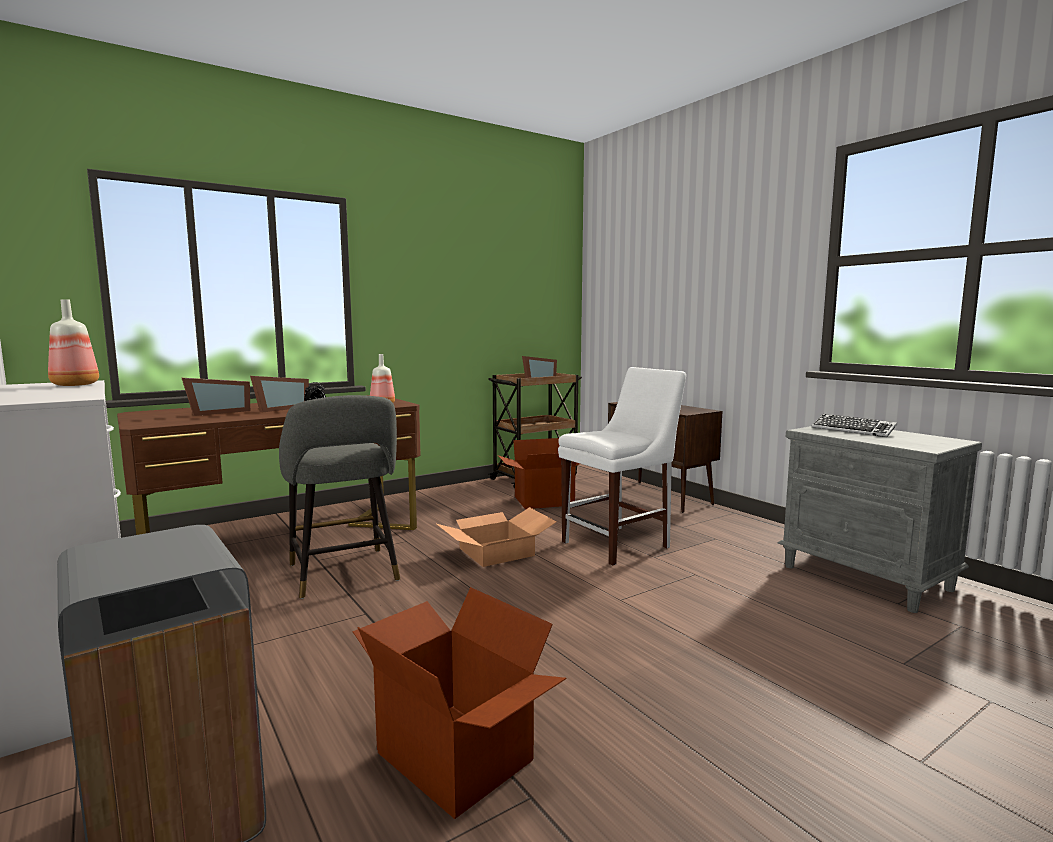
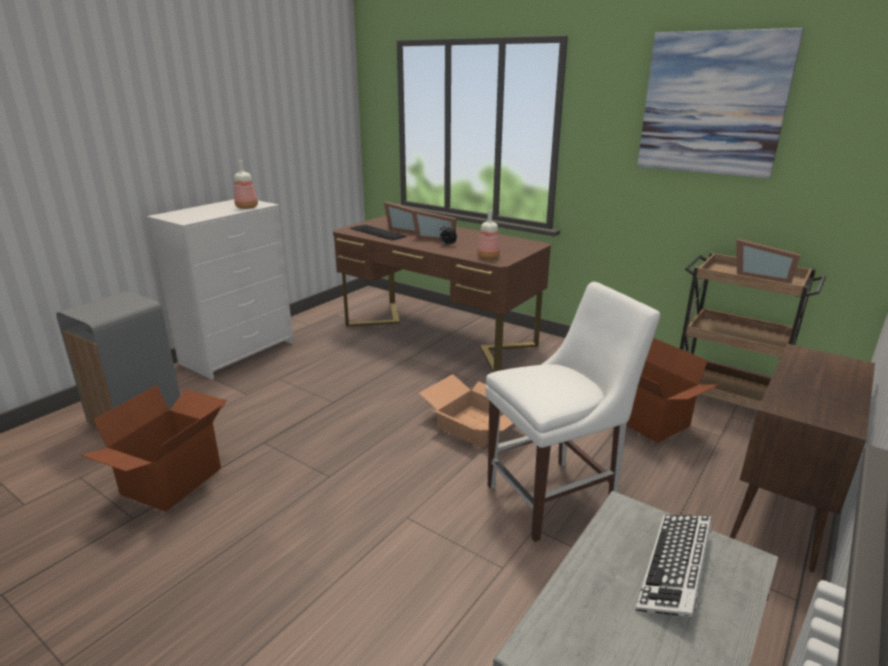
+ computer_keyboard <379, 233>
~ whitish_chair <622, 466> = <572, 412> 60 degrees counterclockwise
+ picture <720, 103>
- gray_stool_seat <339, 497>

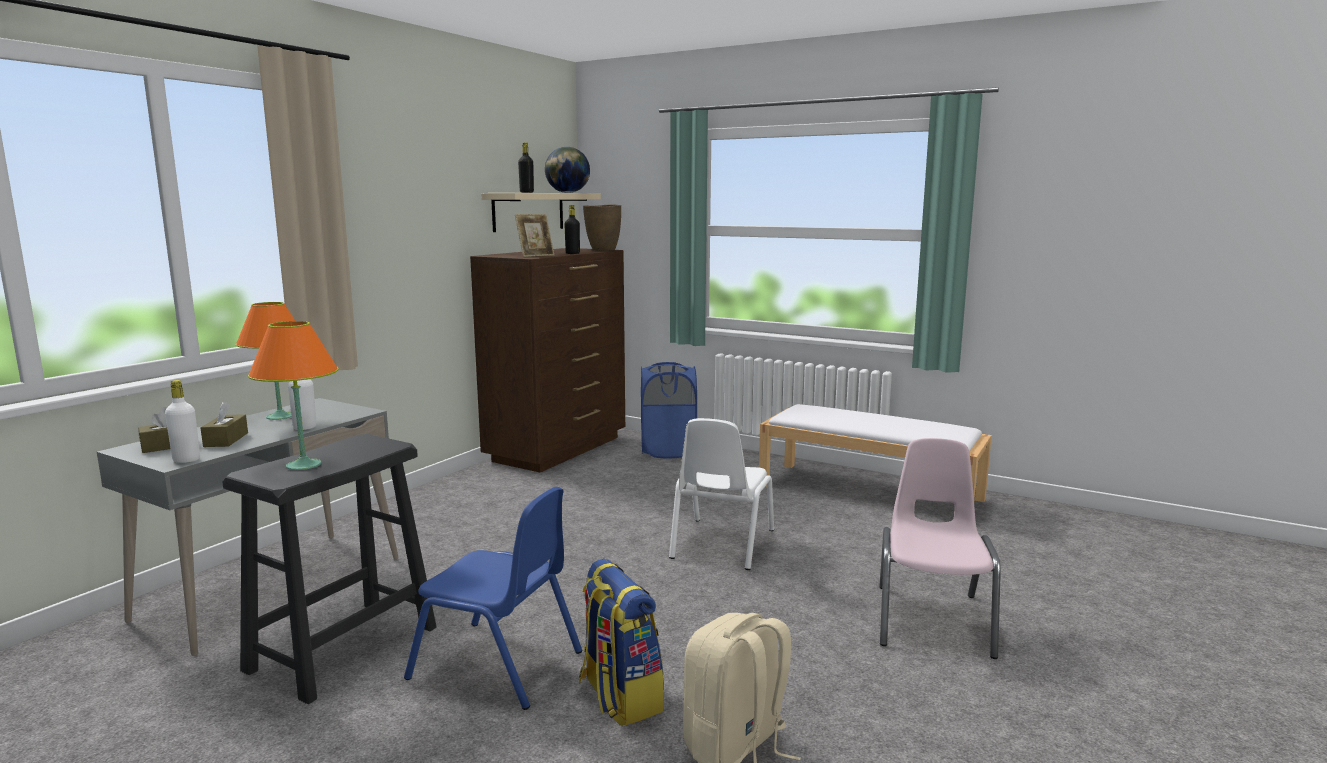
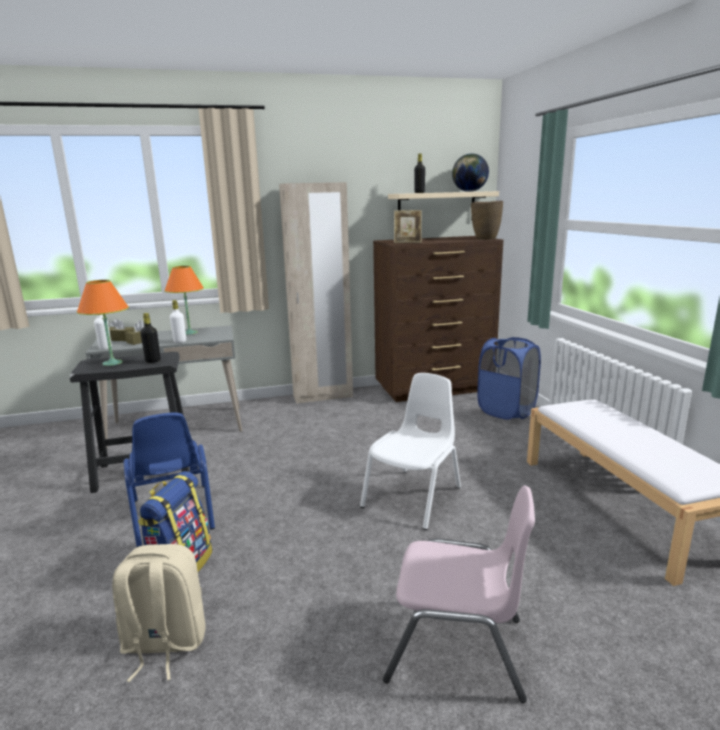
~ blackish_beverage_bottle <572, 229> to <150, 338>
+ beige-coloured_armoire <316, 293>
~ whitish_chair <721, 494> = <410, 451> 150 degrees clockwise
~ pink_chair <940, 548> = <459, 594> 45 degrees clockwise

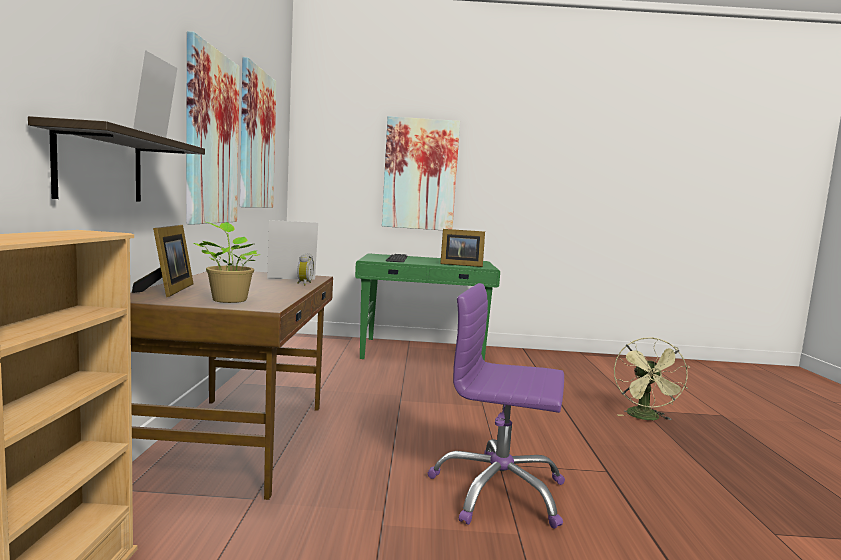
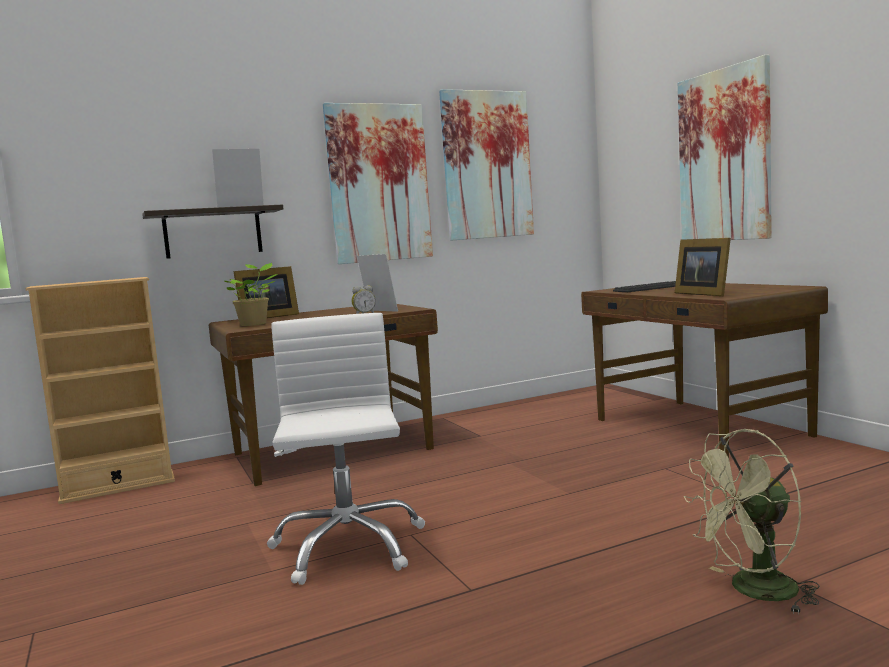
~ purple-coloured_office_chair <496, 406> to whitish_office_chair <346, 449>
~ greenish_desk_unit <427, 307> to brownish_desk_unit <704, 369>

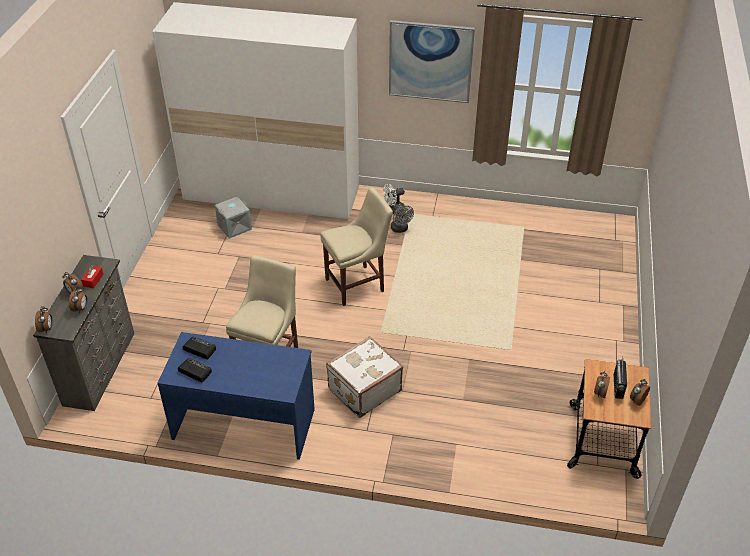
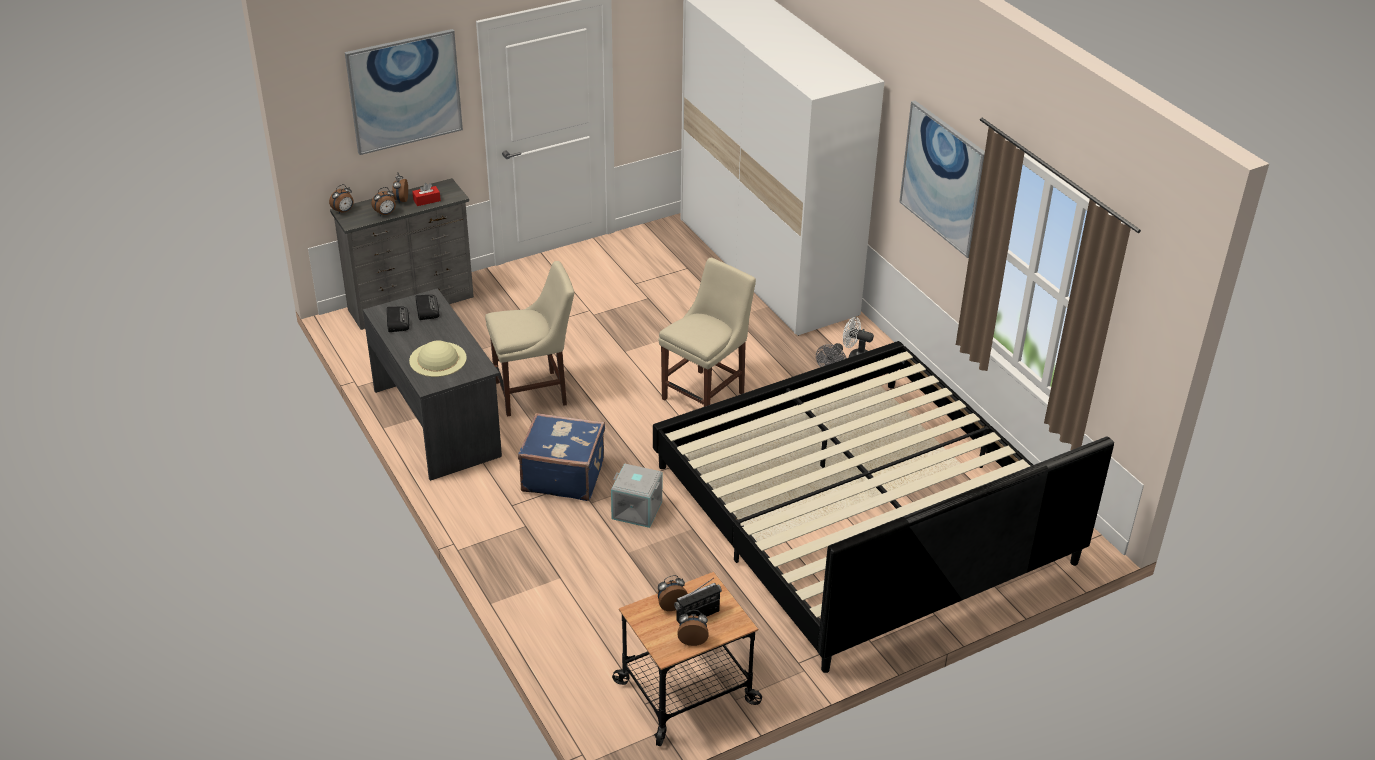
+ picture <404, 92>
~ bluish_desk_unit <236, 396> to gray_desk_unit <432, 384>
+ beige-coloured_wearable_hat <438, 358>
~ whitish_travel_case <364, 377> to bluish_travel_case <561, 457>
~ gray_storage_box <233, 217> to <636, 496>
+ bedroom_bed <883, 507>
~ beige-coloured_chair <356, 246> = <707, 332> 75 degrees counterclockwise

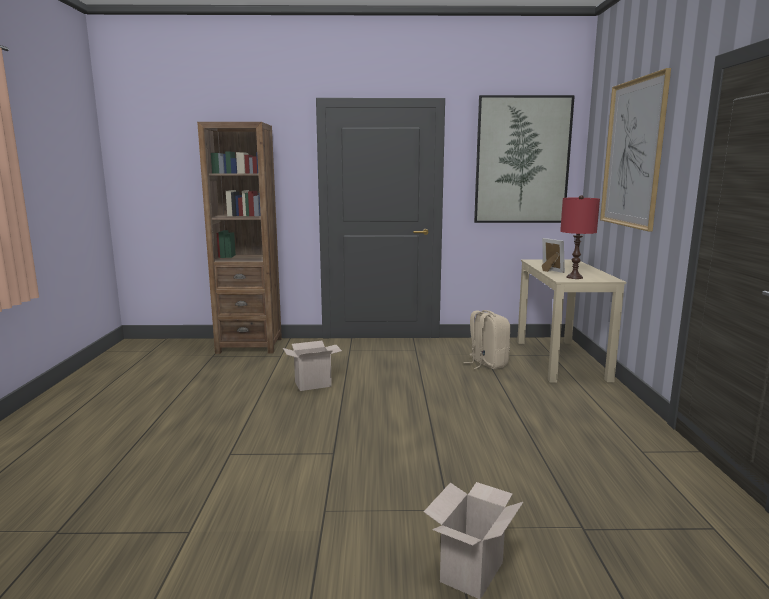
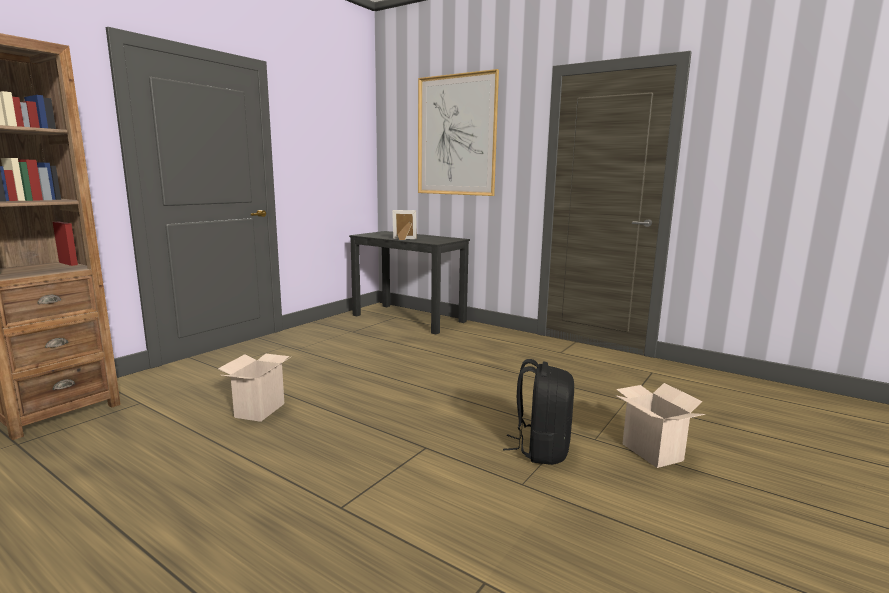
~ beige-coloured_desk_unit <571, 321> to blackish_desk_unit <409, 282>
+ blackish_backpack <538, 412>
- beige-coloured_backpack <487, 339>
- picture <524, 159>
- red-coloured_tabletop_lamp <580, 237>

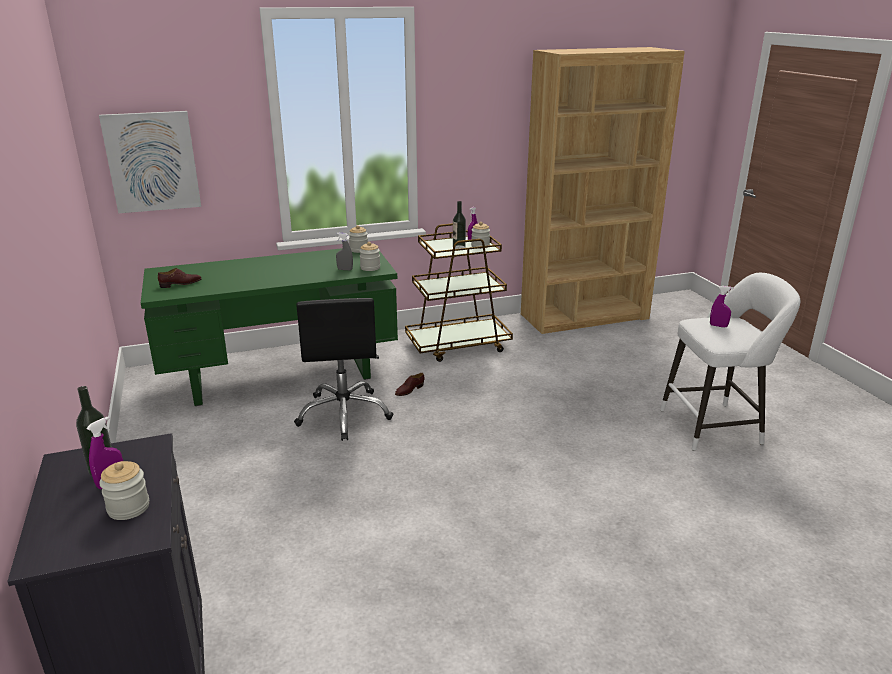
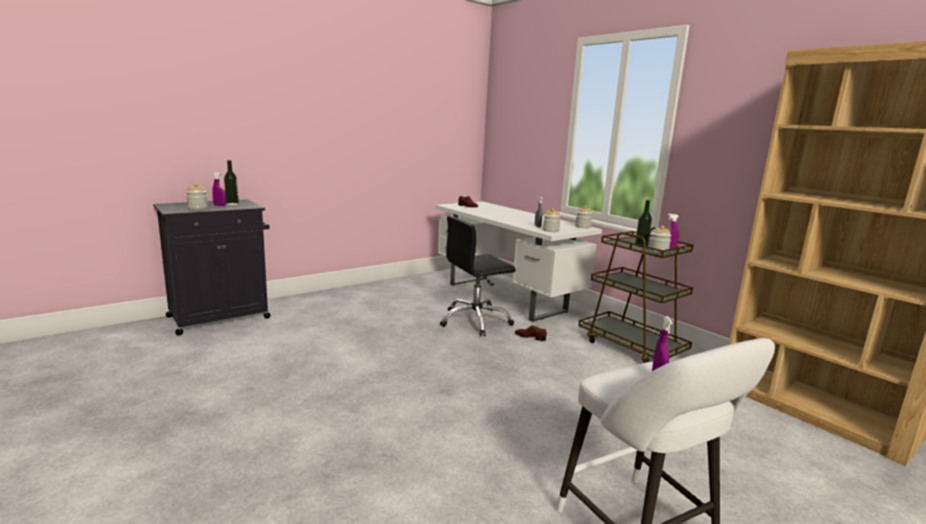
~ greenish_desk_unit <269, 327> to whitish_desk_unit <518, 261>
- picture <150, 162>

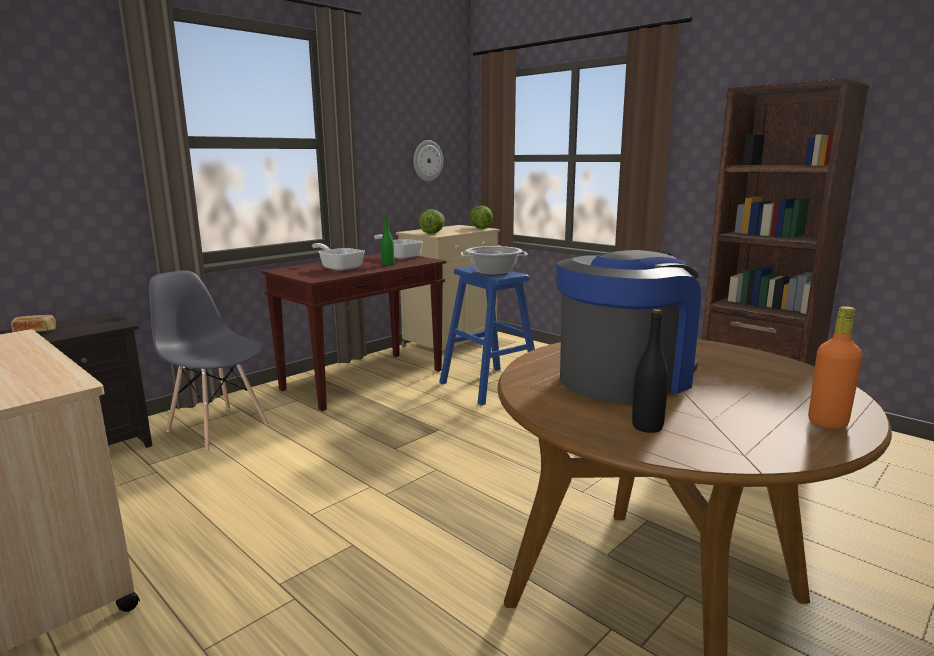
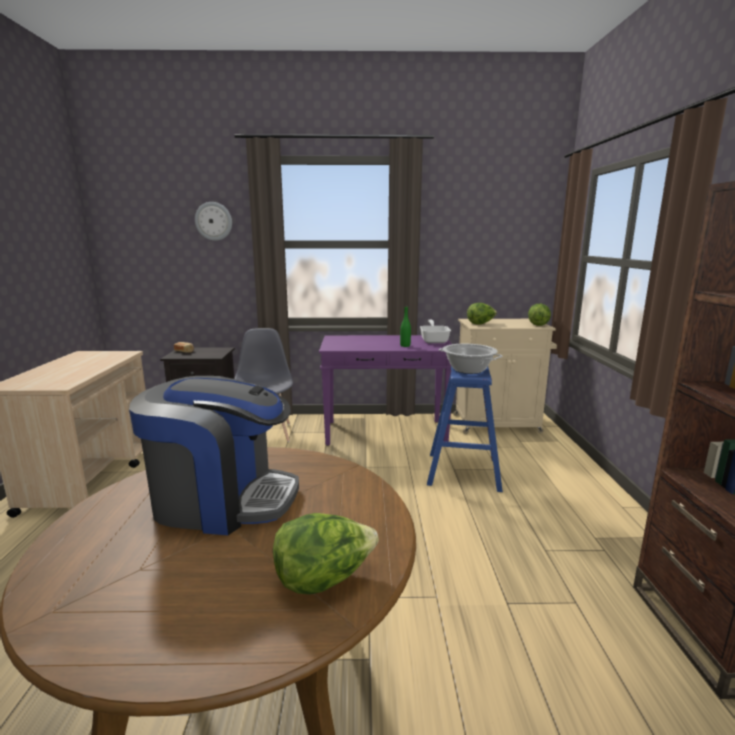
~ clock_on_the_wall <428, 161> to <213, 221>
+ lettuce <326, 554>
~ brownish_hall_table <353, 332> to purple-coloured_hall_table <385, 390>
- pan <338, 257>
- blackish_beverage_bottle <650, 371>
- orangey_beverage_bottle <835, 367>

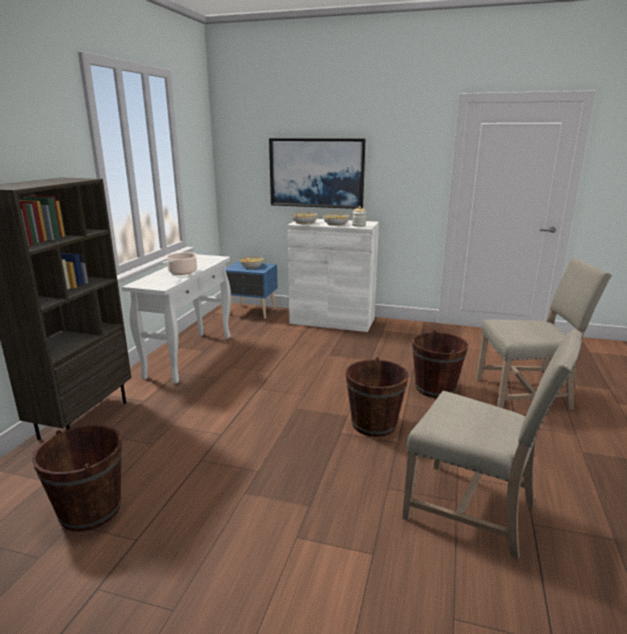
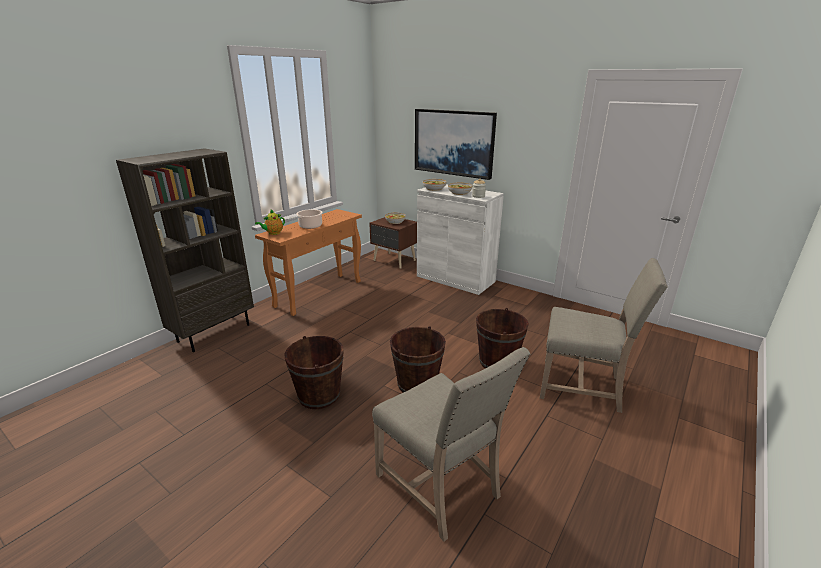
~ whitish_hall_table <176, 319> to orangey_hall_table <308, 262>
+ tea_pot <270, 222>
~ brownish_pail <77, 478> to <314, 372>
~ bluish_night_table <252, 290> to brownish_night_table <393, 243>

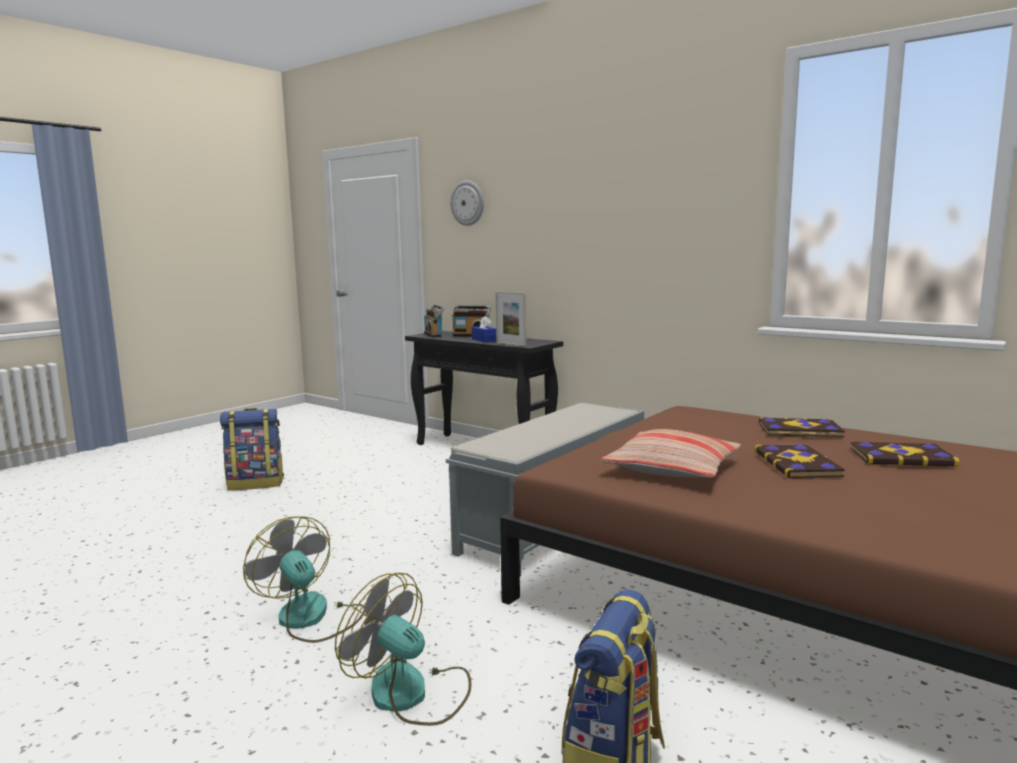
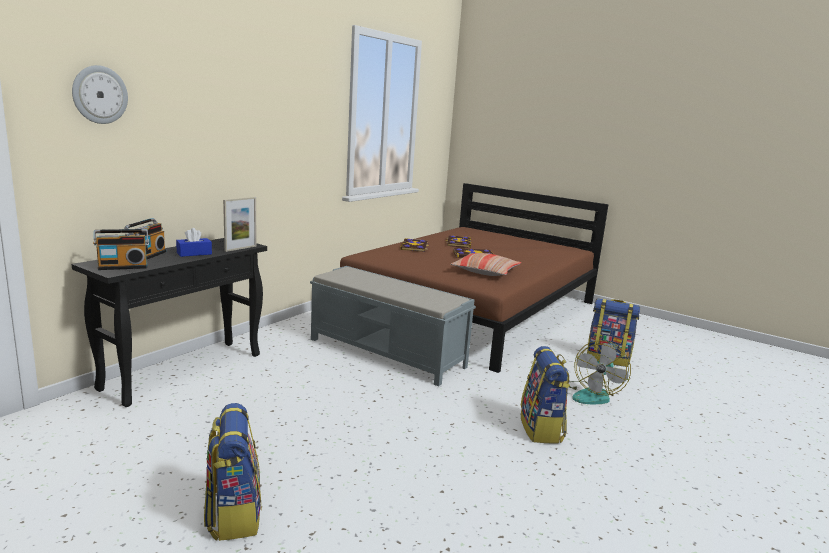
~ electric_fan <304, 579> to backpack <545, 394>

